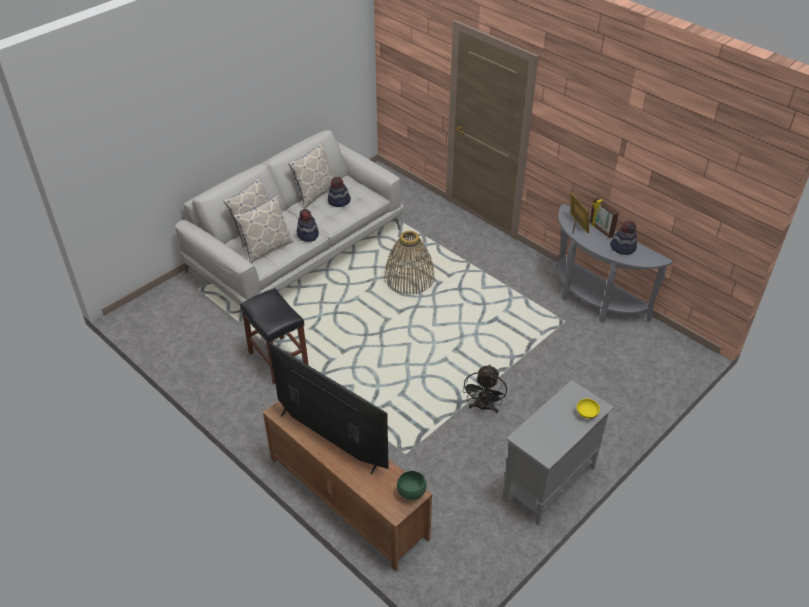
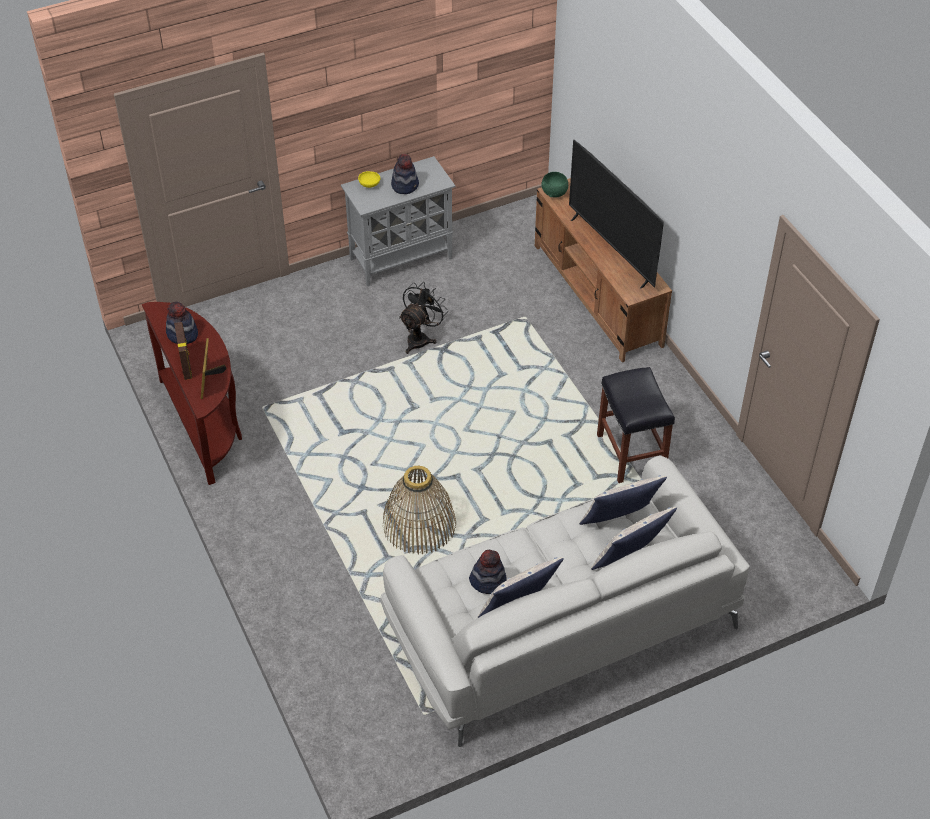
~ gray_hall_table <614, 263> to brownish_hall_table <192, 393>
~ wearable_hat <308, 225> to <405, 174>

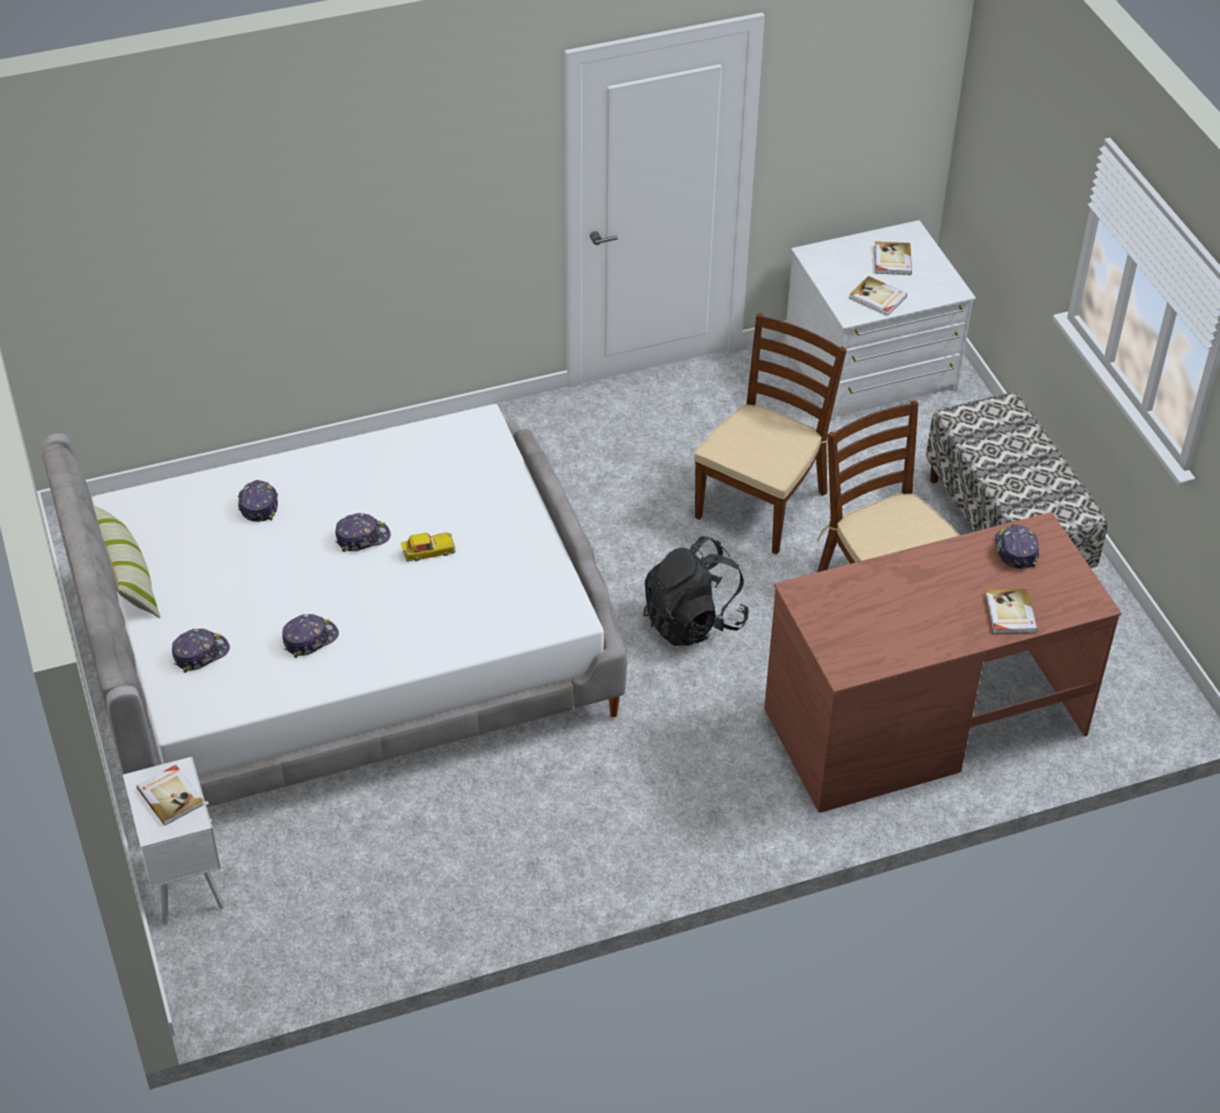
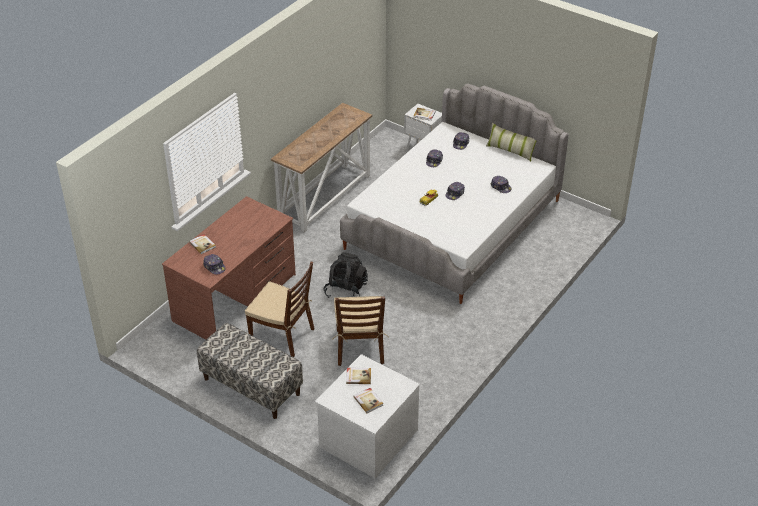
+ hall_table <321, 168>

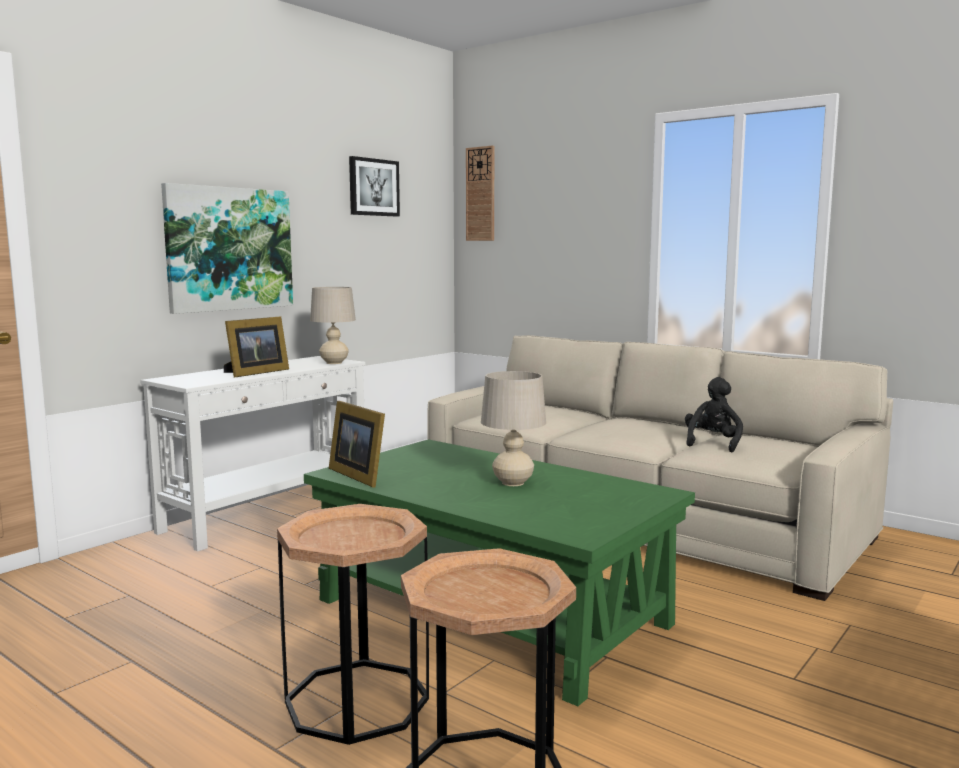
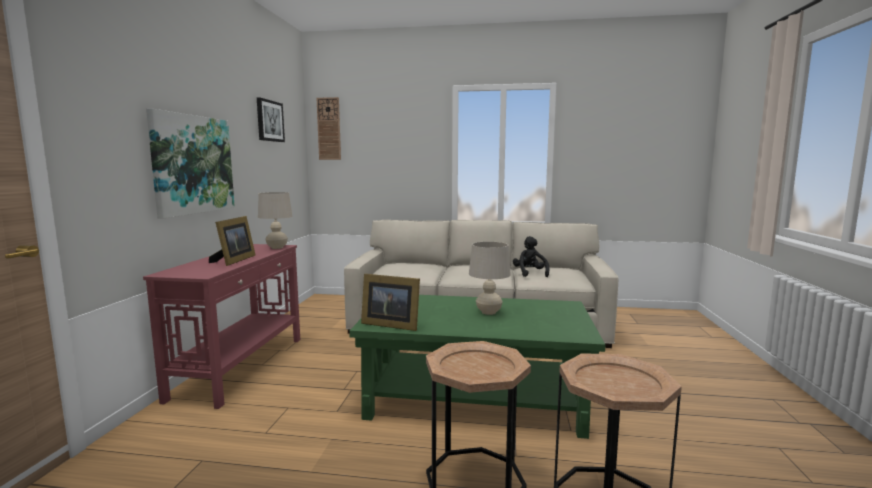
~ whitish_hall_table <252, 454> to red-coloured_hall_table <221, 326>

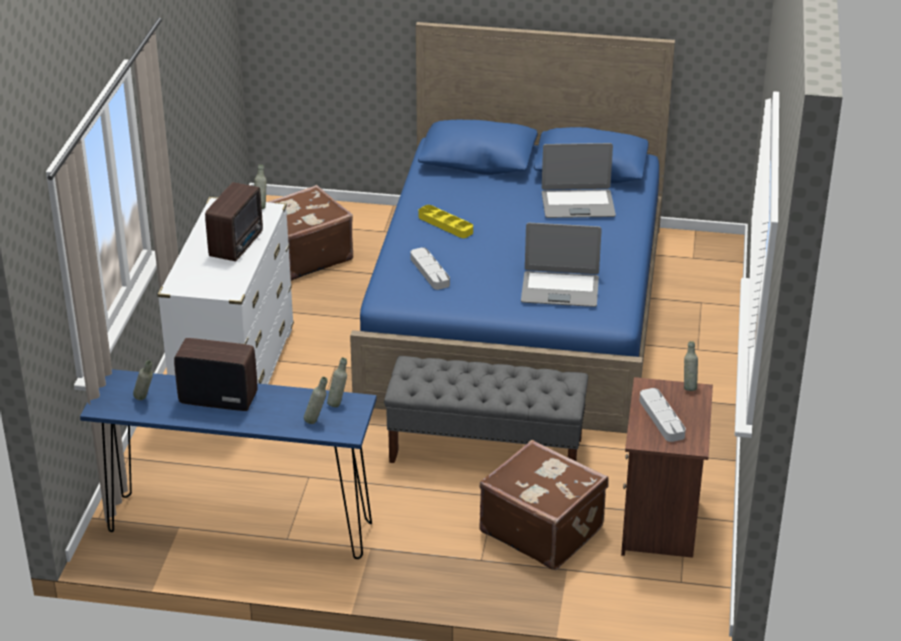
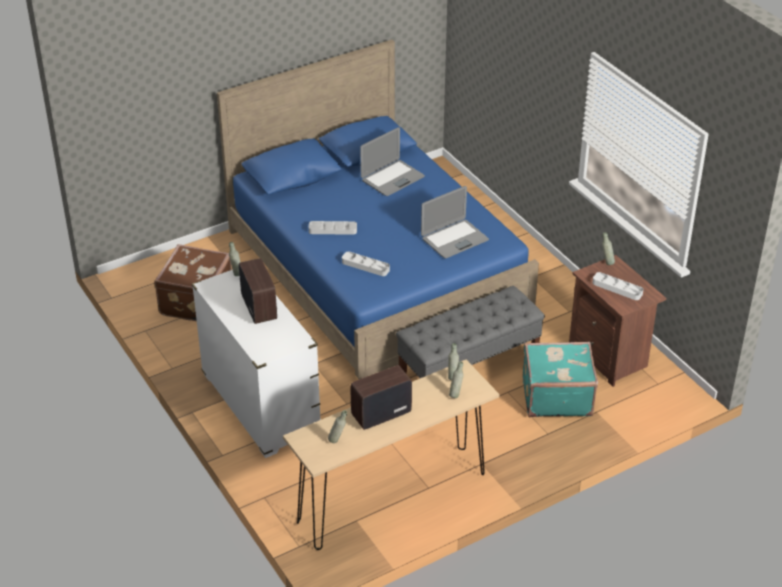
~ bluish_hall_table <228, 464> to beige-coloured_hall_table <391, 455>
~ yellow-coloured_serving_tray <446, 221> to gray_serving_tray <333, 228>
~ brownish_travel_case <544, 505> to turquoise_travel_case <560, 379>

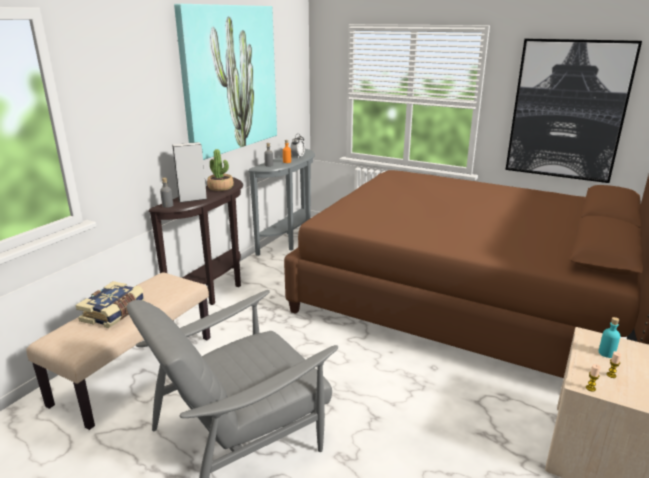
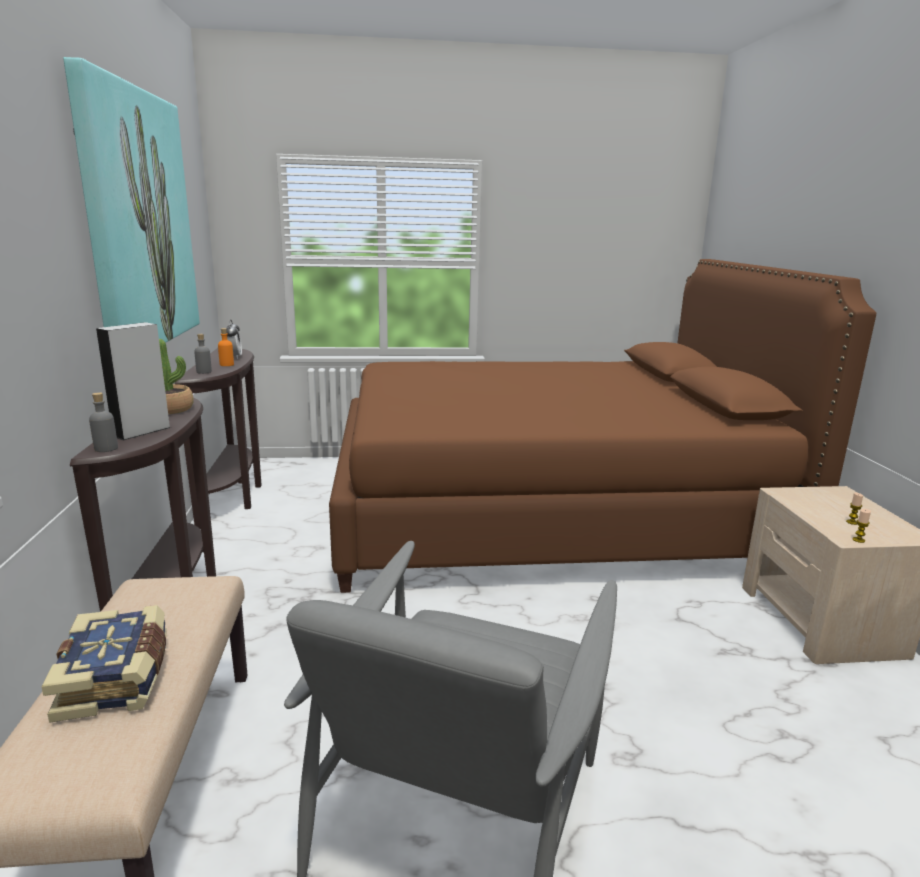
~ gray_hall_table <282, 202> to brownish_hall_table <218, 438>
- picture <574, 111>
- turquoise_beverage_bottle <609, 337>

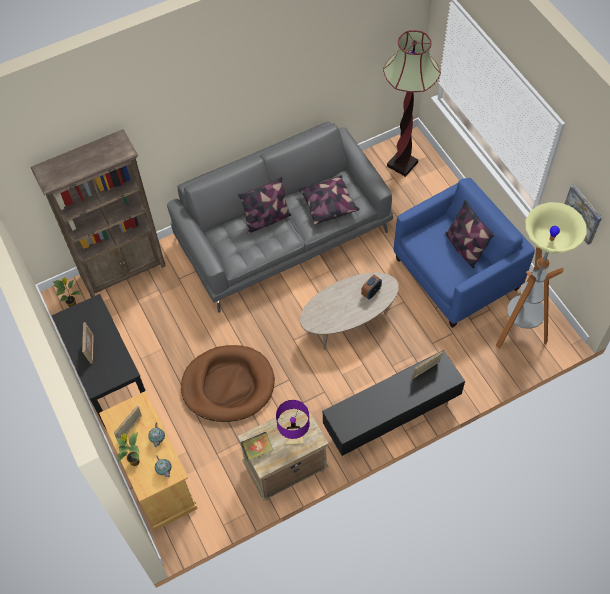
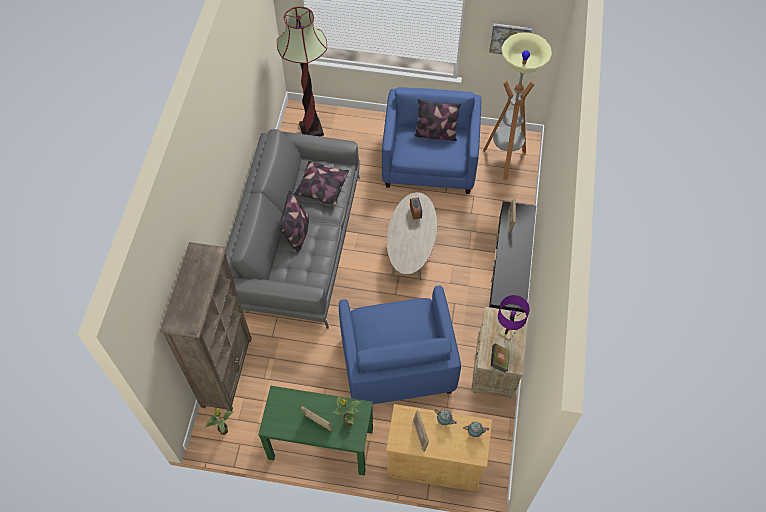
~ blackish_hall_table <98, 361> to greenish_hall_table <315, 431>
~ potted_plant <128, 449> to <347, 411>
~ brownish_dog_bed <228, 383> to bluish_lounge_chair <400, 345>

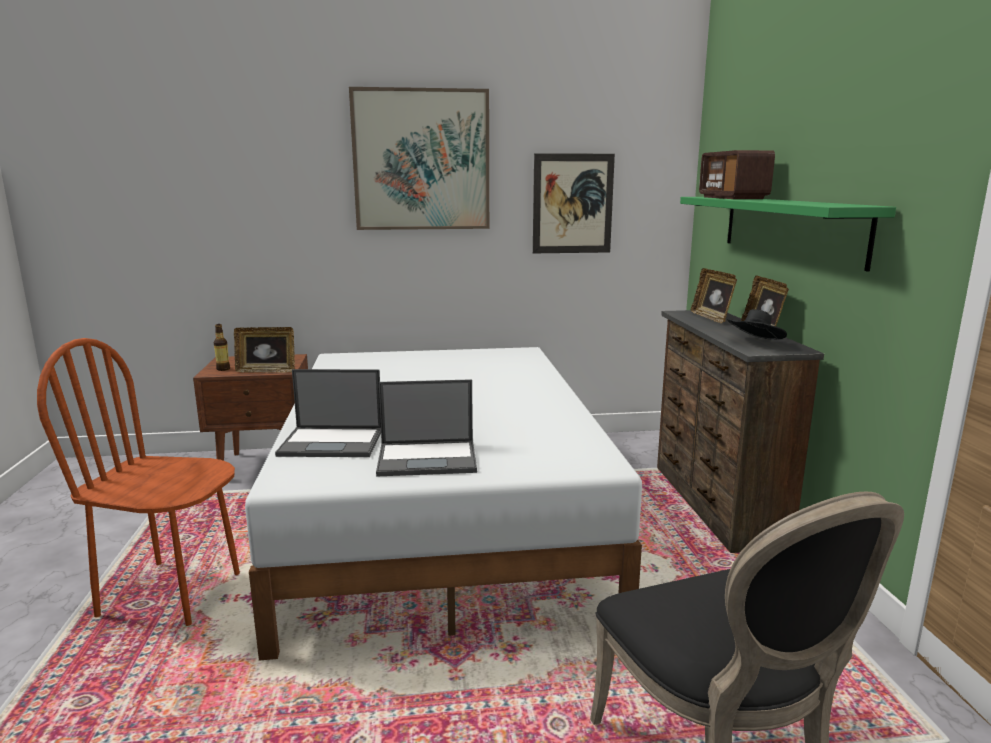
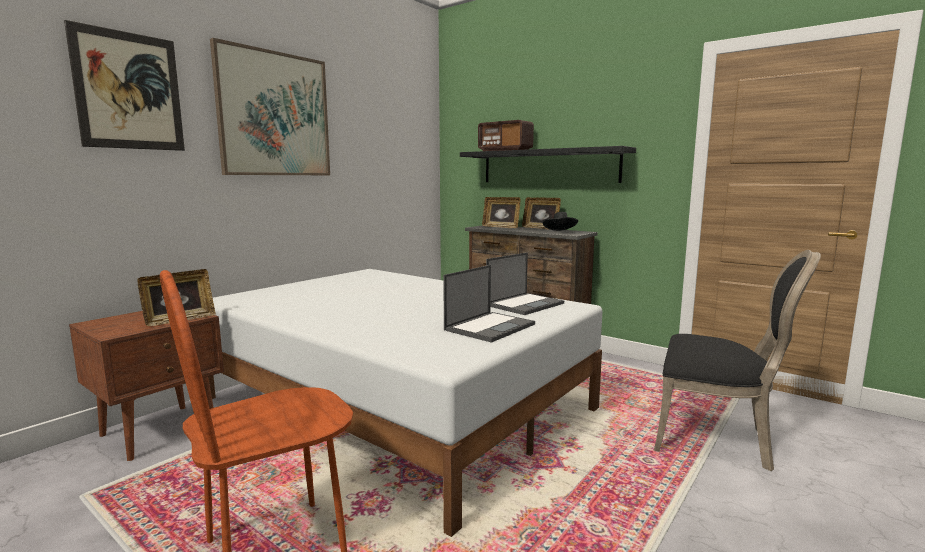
~ picture <574, 203> to <124, 85>
~ greenish_wall_shelf <788, 234> to blackish_wall_shelf <548, 164>
~ laptop <328, 413> to <525, 284>
- beverage_bottle <222, 347>

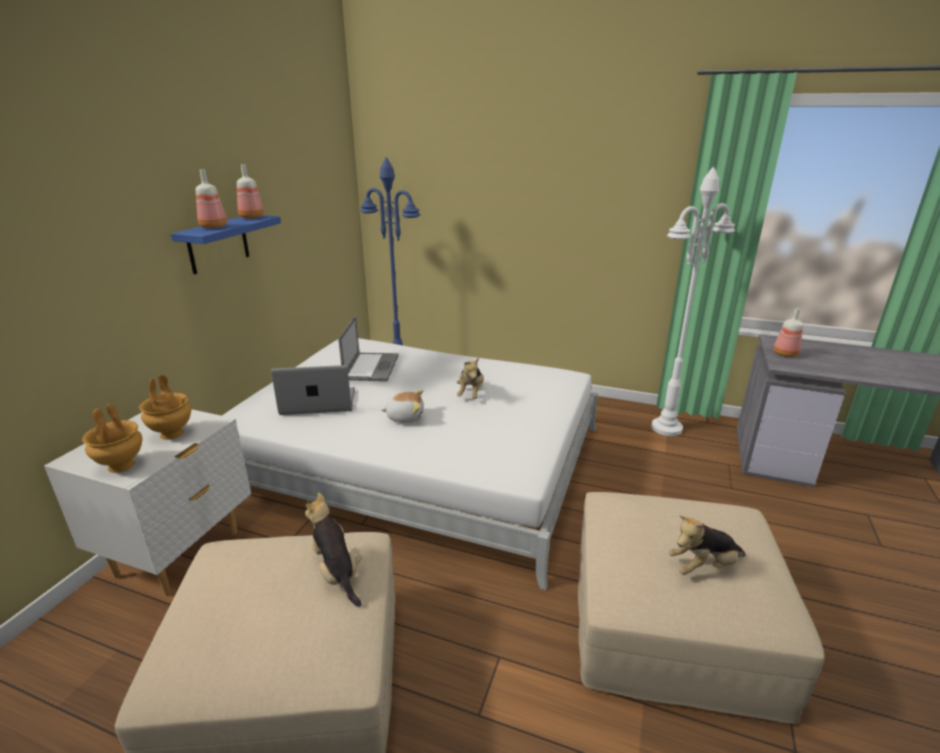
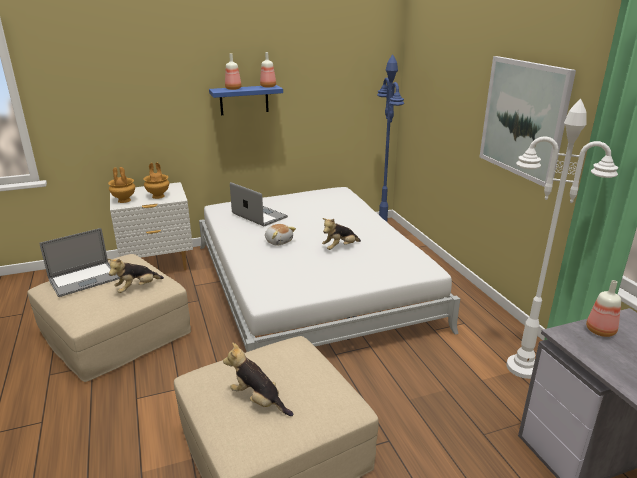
~ laptop <368, 348> to <79, 262>
~ cuddly_toy <333, 550> = <136, 276> 150 degrees counterclockwise
+ picture <527, 121>

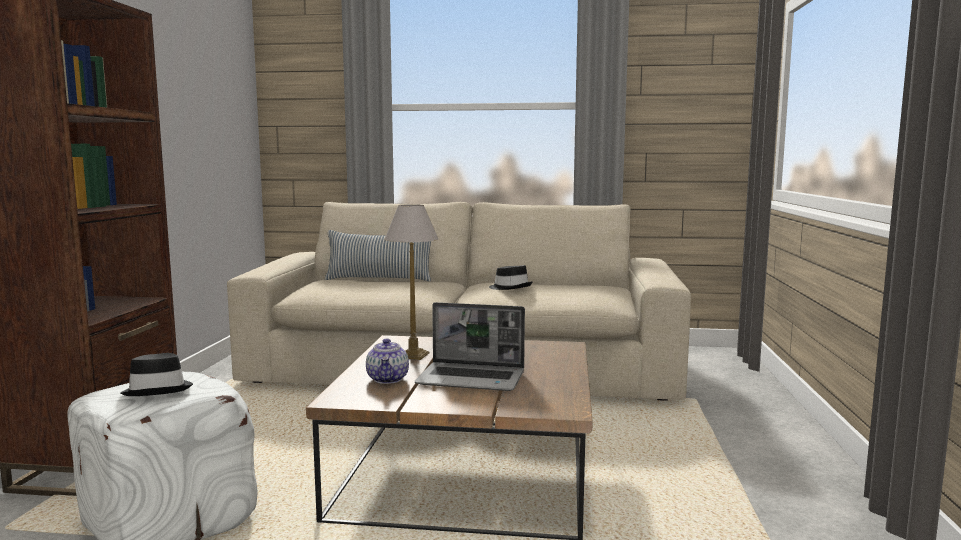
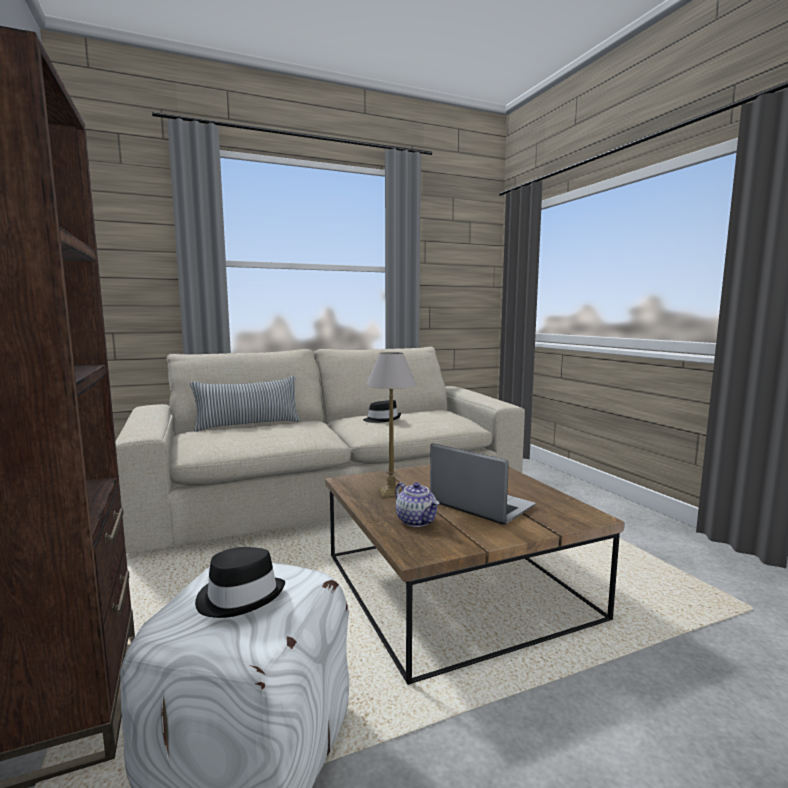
~ laptop <470, 346> = <482, 484> 120 degrees counterclockwise

